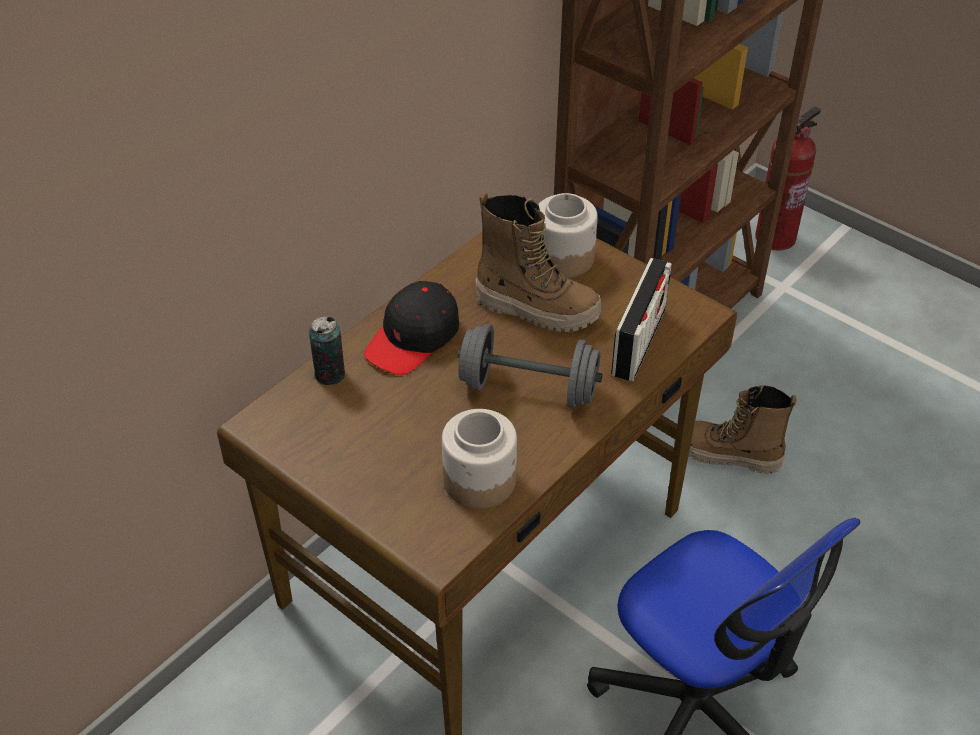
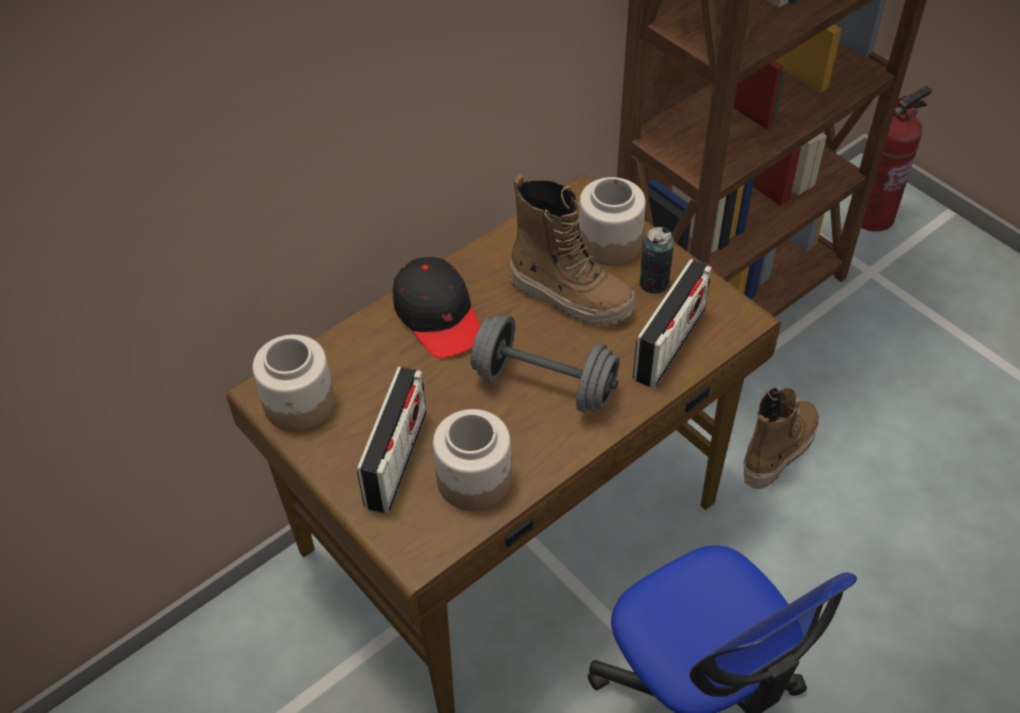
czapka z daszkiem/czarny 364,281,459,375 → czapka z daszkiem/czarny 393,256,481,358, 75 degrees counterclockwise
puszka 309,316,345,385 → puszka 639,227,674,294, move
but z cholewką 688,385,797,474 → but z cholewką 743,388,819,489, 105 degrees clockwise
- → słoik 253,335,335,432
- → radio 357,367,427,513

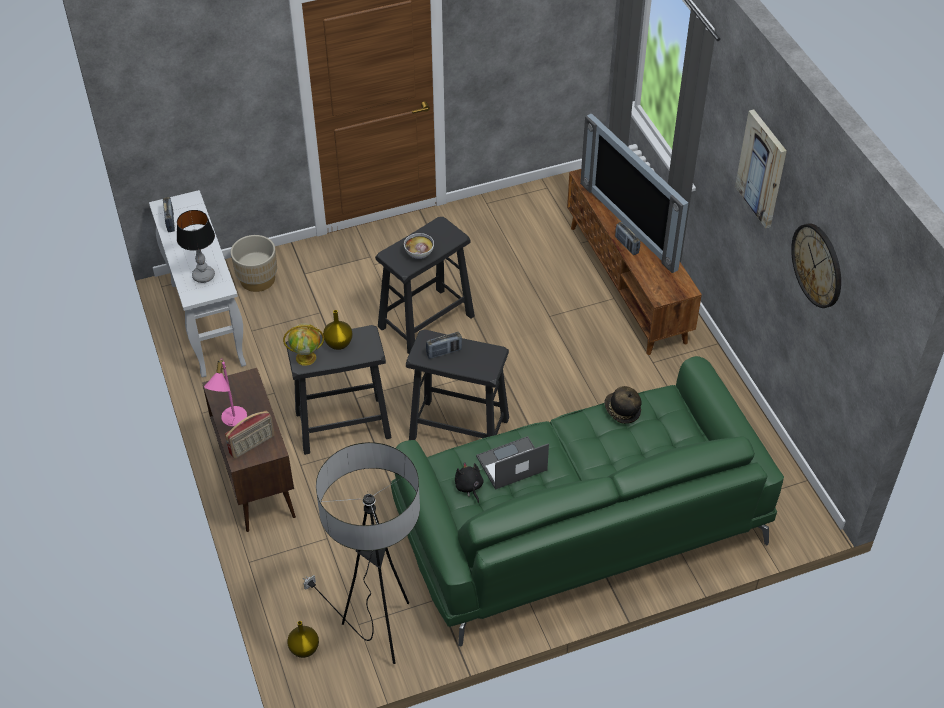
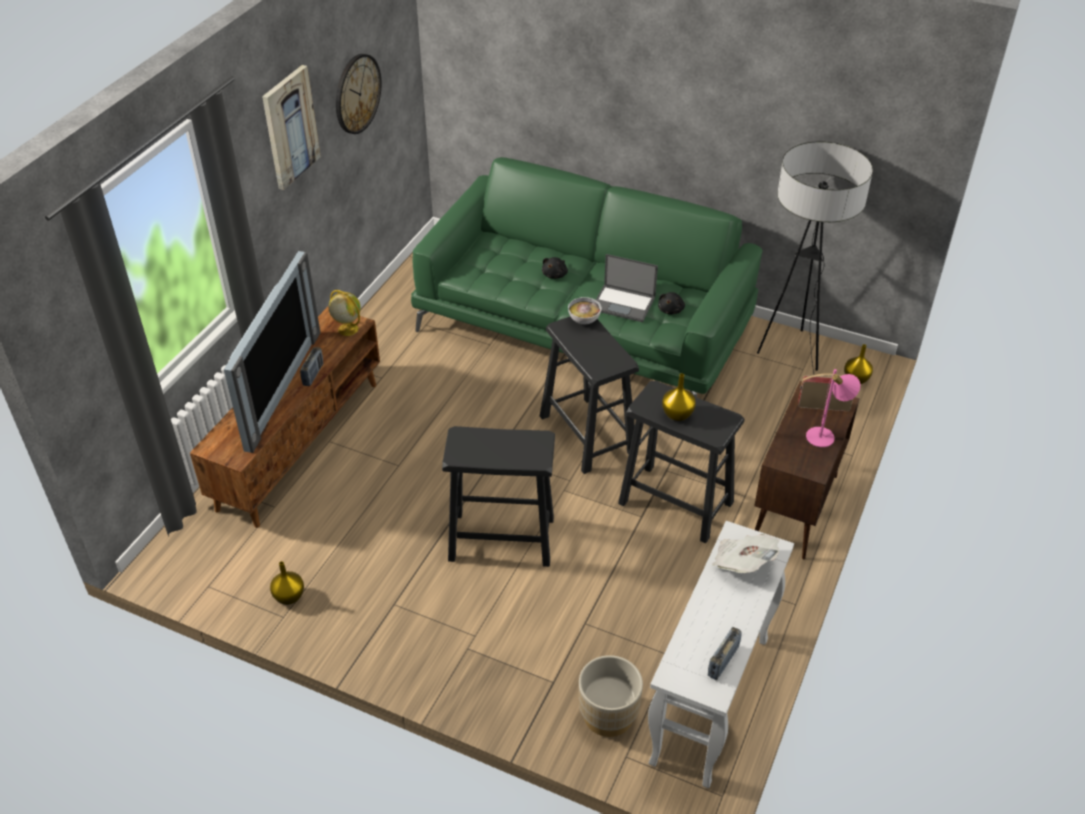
lampa stołowa 177,210,215,283 → gazeta 712,534,779,573
miska 404,233,434,259 → miska 568,297,602,324, move
globus 283,323,324,366 → globus 329,290,361,336, move
radio 426,332,462,359 → -
kapelusz 604,386,642,424 → -
- → pluszak/czarny 542,257,568,279
- → wazon/żółty 270,561,304,605

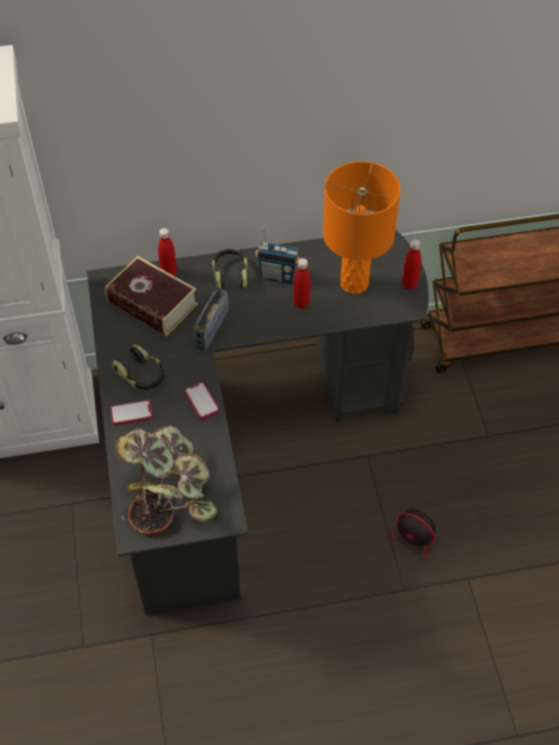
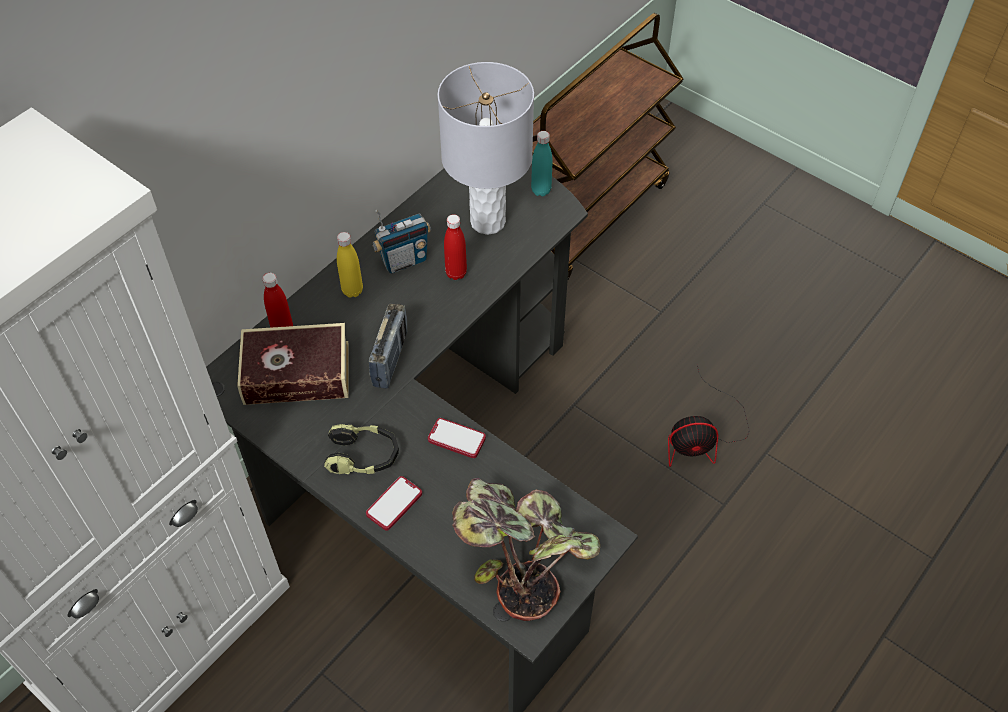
lampa stołowa/pomarańczowy 323,161,401,294 → lampa stołowa/szary 438,62,534,235
butelka/czerwony 402,239,421,290 → butelka/turkusowy 531,131,553,196
słuchawki 212,249,248,289 → butelka/żółty 337,232,363,298
radio 193,288,229,351 → radio 369,304,407,389, 150 degrees counterclockwise

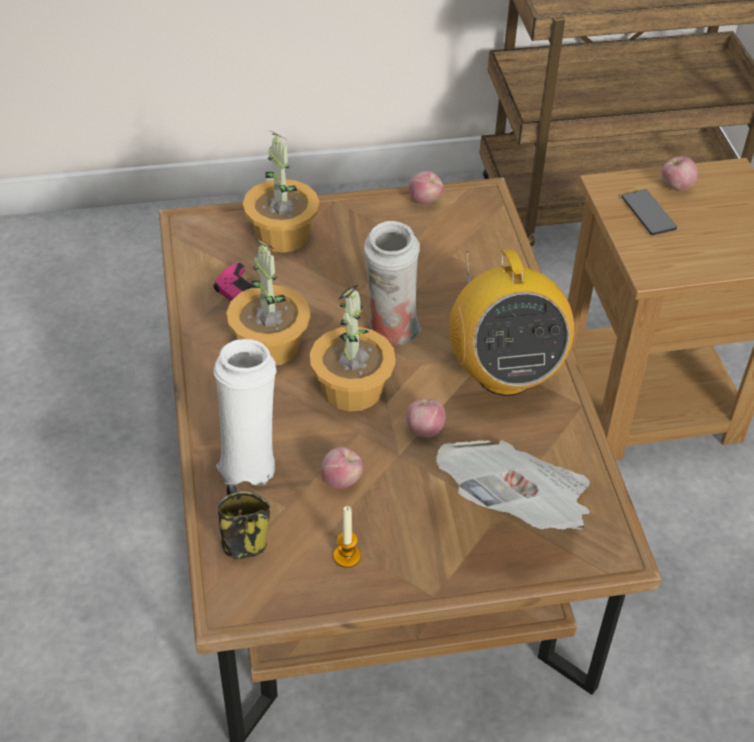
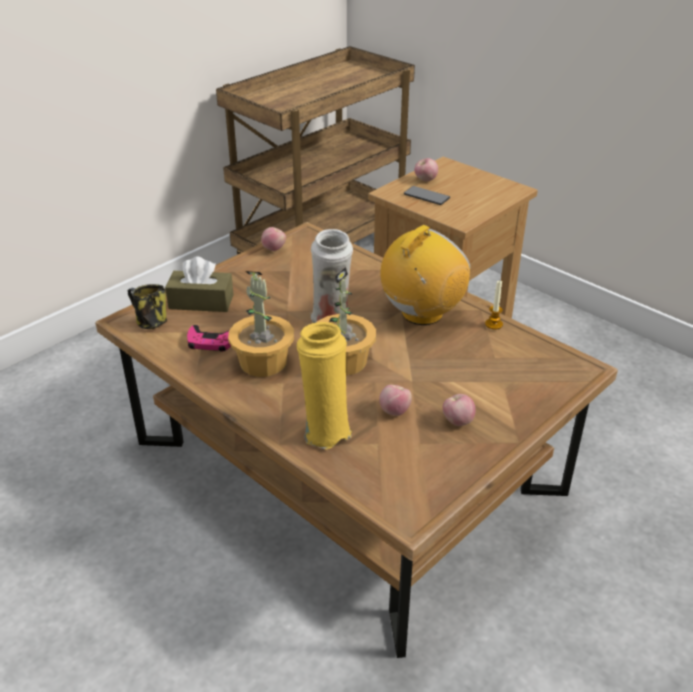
roślina doniczkowa 243,129,319,253 → pudełko chusteczek/brązowy 165,257,234,312
radio 449,249,574,396 → radio 381,225,470,325, 90 degrees counterclockwise
wazon/biały 214,339,277,486 → wazon/żółty 297,322,352,449
jabłko 406,399,446,437 → jabłko 443,394,475,426, move
gazeta 436,440,590,530 → -
kubek 218,484,270,560 → kubek 128,284,167,329, move
świeca 333,506,361,568 → świeca 485,280,503,330, move

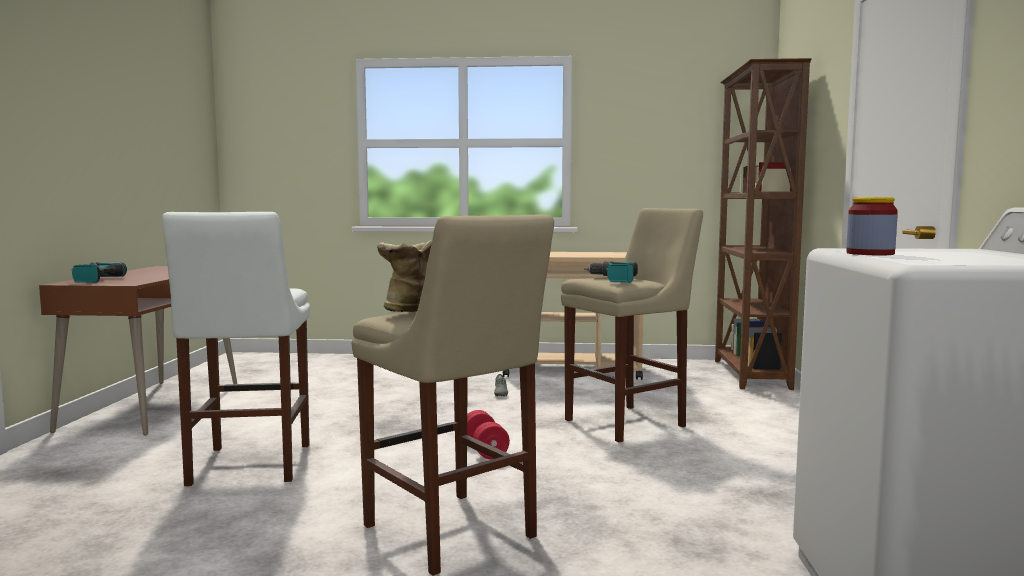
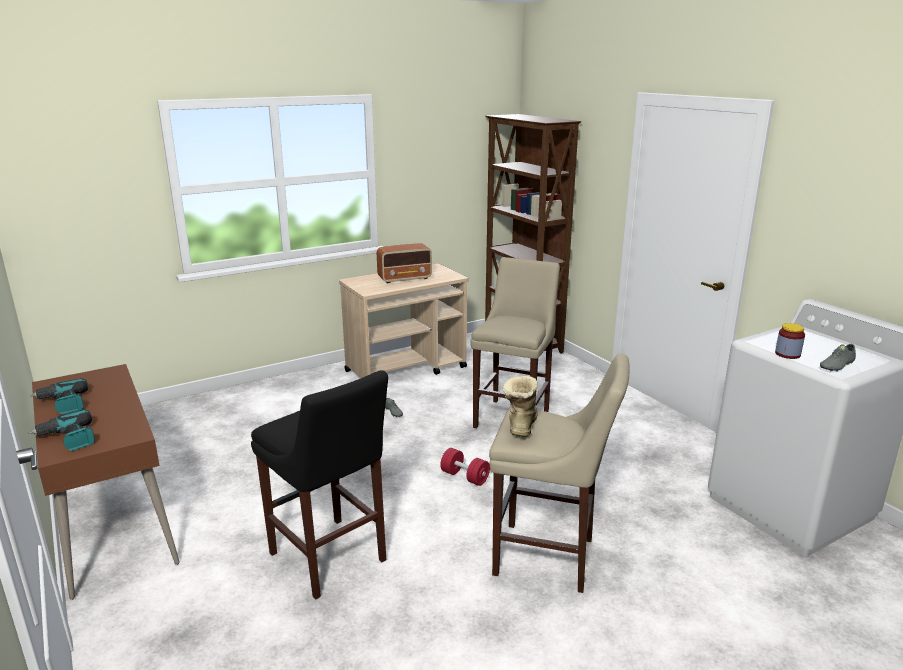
stołek/biały 162,212,310,486 → stołek/czarny 251,370,388,600
wiertarka 584,261,638,283 → wiertarka 30,378,88,415, move
- → radio 377,243,432,283
- → but/szary 820,344,856,372

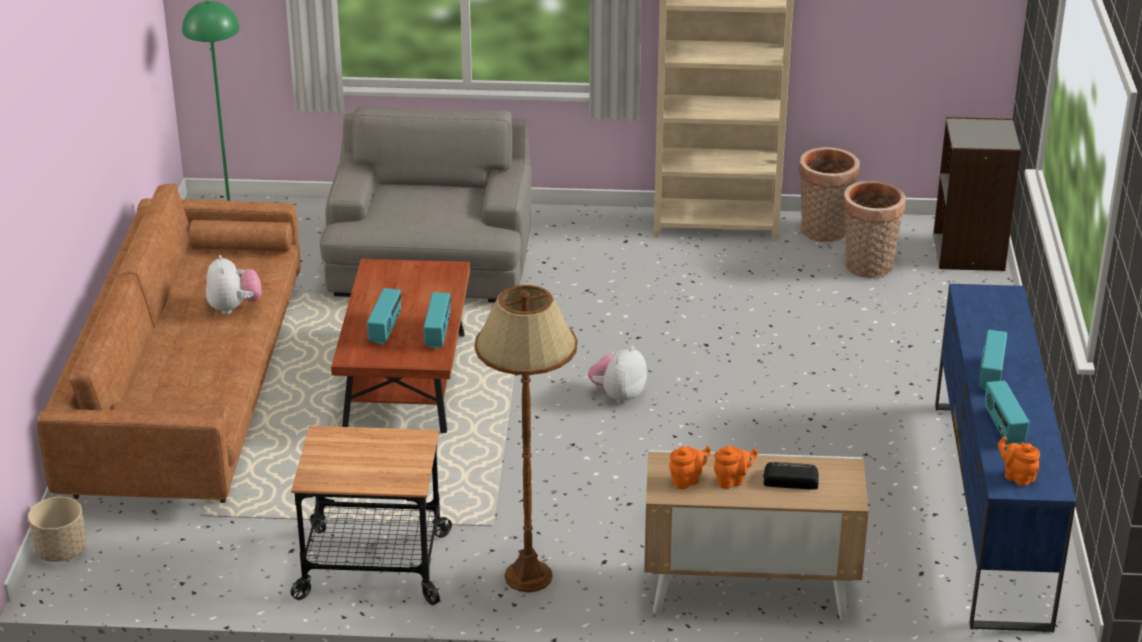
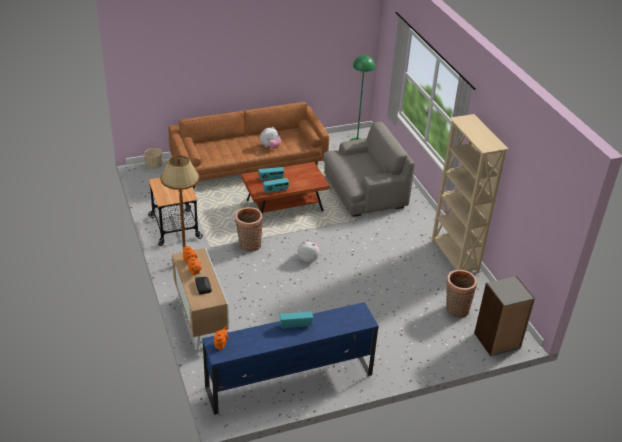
koszyk 799,147,860,242 → koszyk 235,207,263,252, move
radio 984,381,1029,445 → -

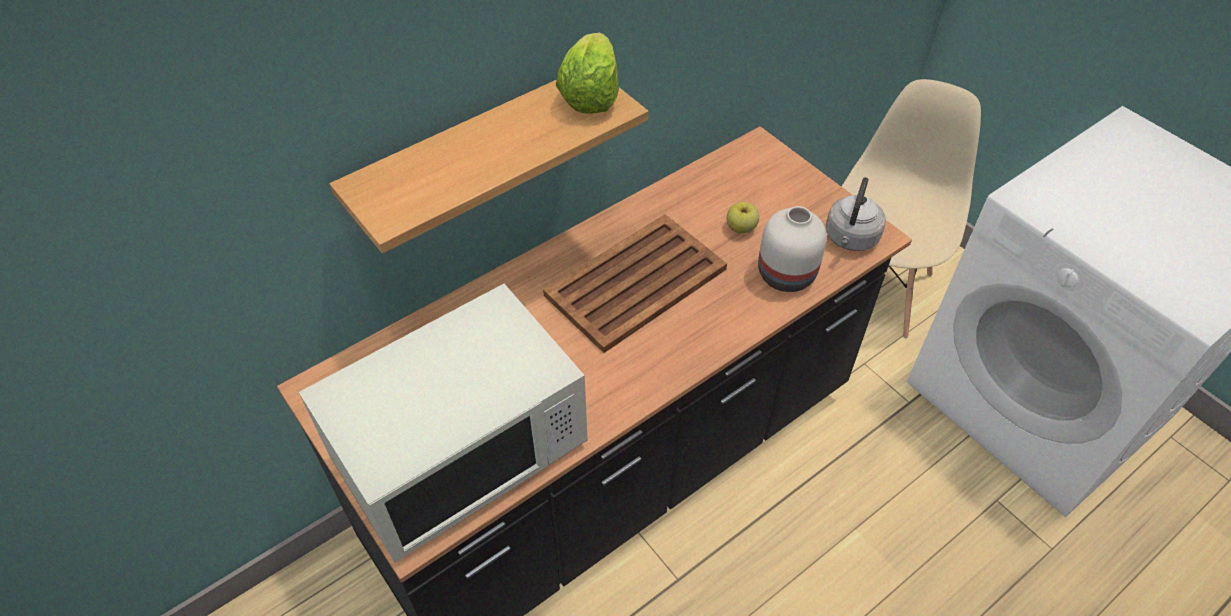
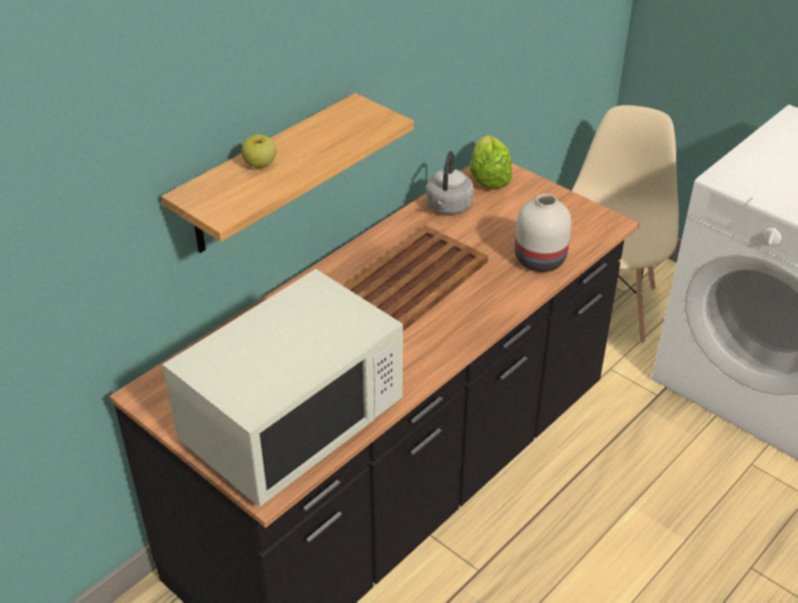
sałata 556,33,619,113 → sałata 470,135,512,189, move
czajnik/szary 826,177,885,251 → czajnik/szary 426,151,474,214, move
jabłko 727,202,759,233 → jabłko 242,134,276,168, move

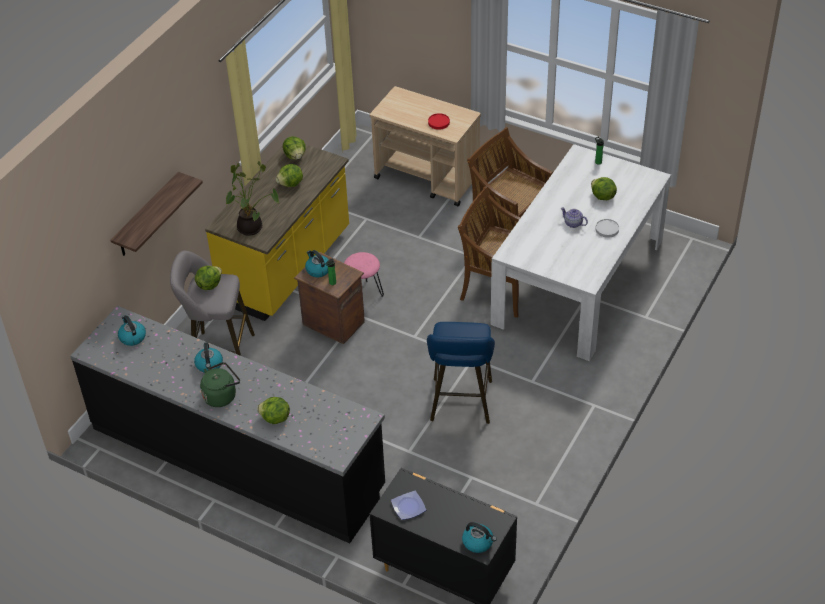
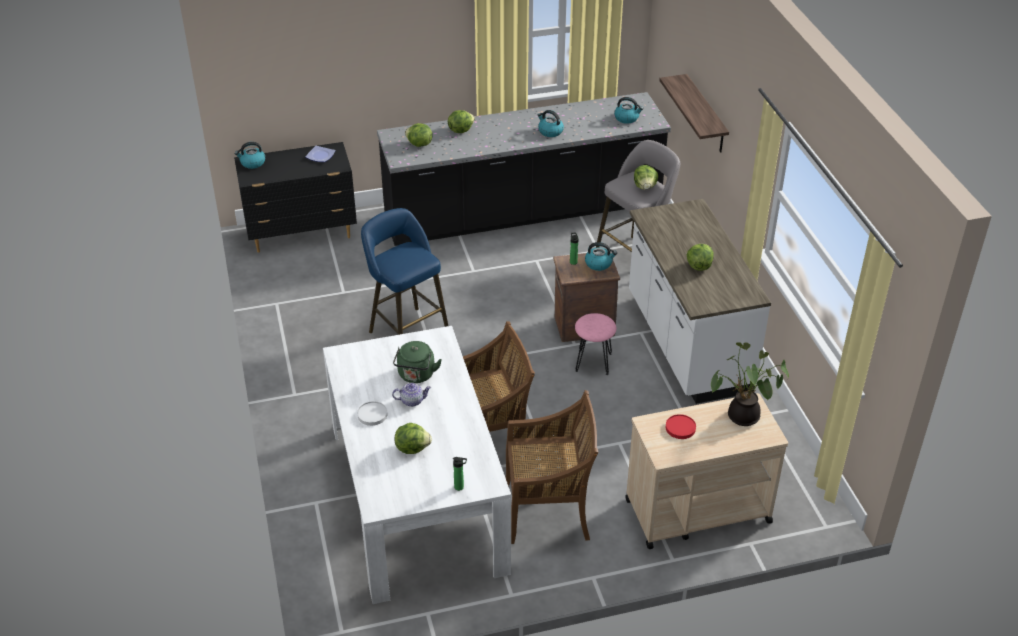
sałata 283,136,306,160 → sałata 405,123,433,147, move
zabudowa kuchenna/żółty 205,144,349,321 → zabudowa kuchenna/biały 629,199,771,404
roślina doniczkowa 226,161,279,236 → roślina doniczkowa 711,342,789,426, move
czajnik/zielony 200,362,240,407 → czajnik/zielony 393,341,442,383, move

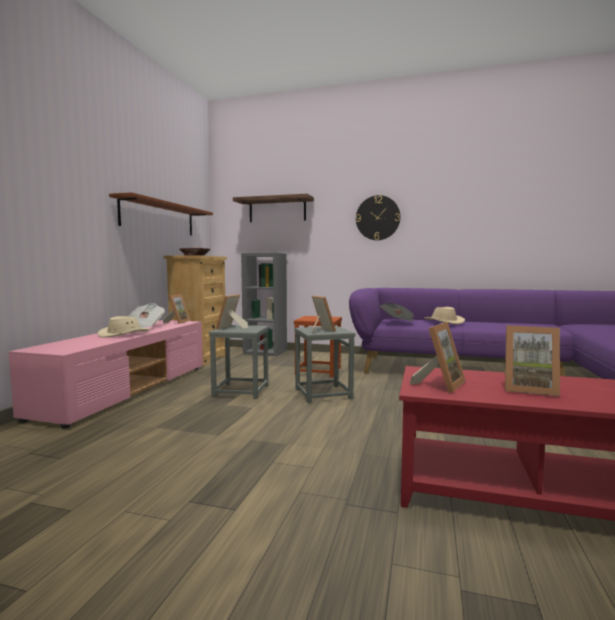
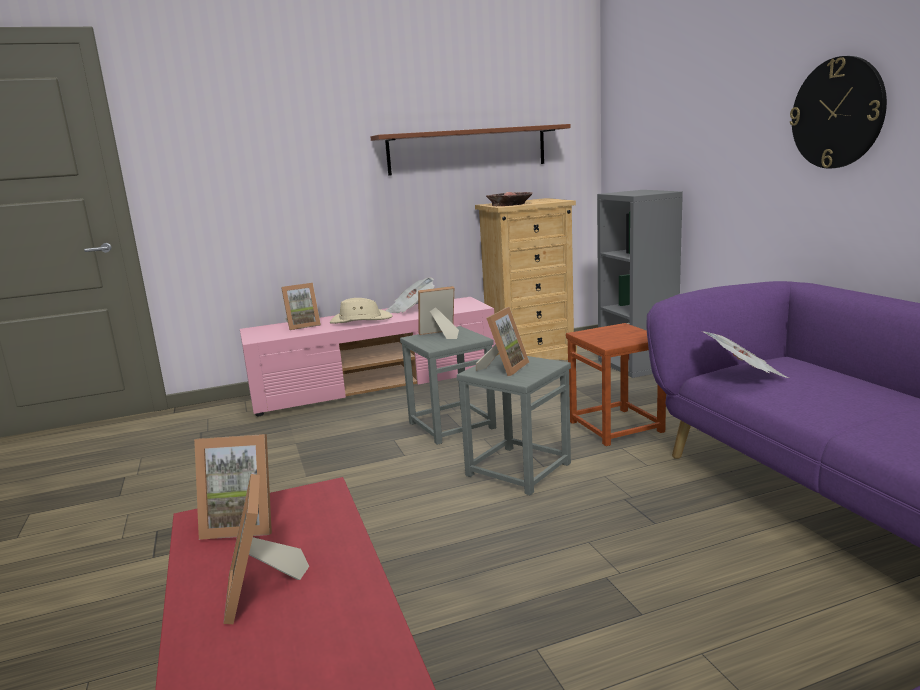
półka 233,194,314,222 → -
ramka na zdjęcie 163,294,191,324 → ramka na zdjęcie 281,283,321,330, move
kapelusz/beżowy 424,307,465,324 → -

